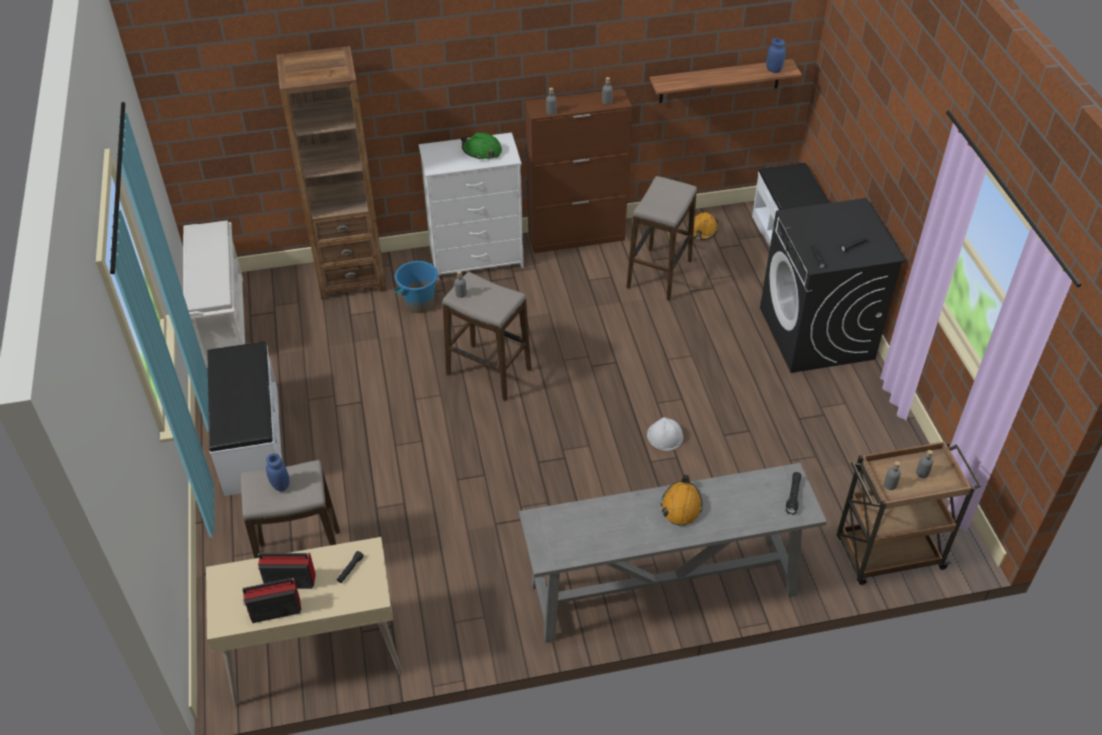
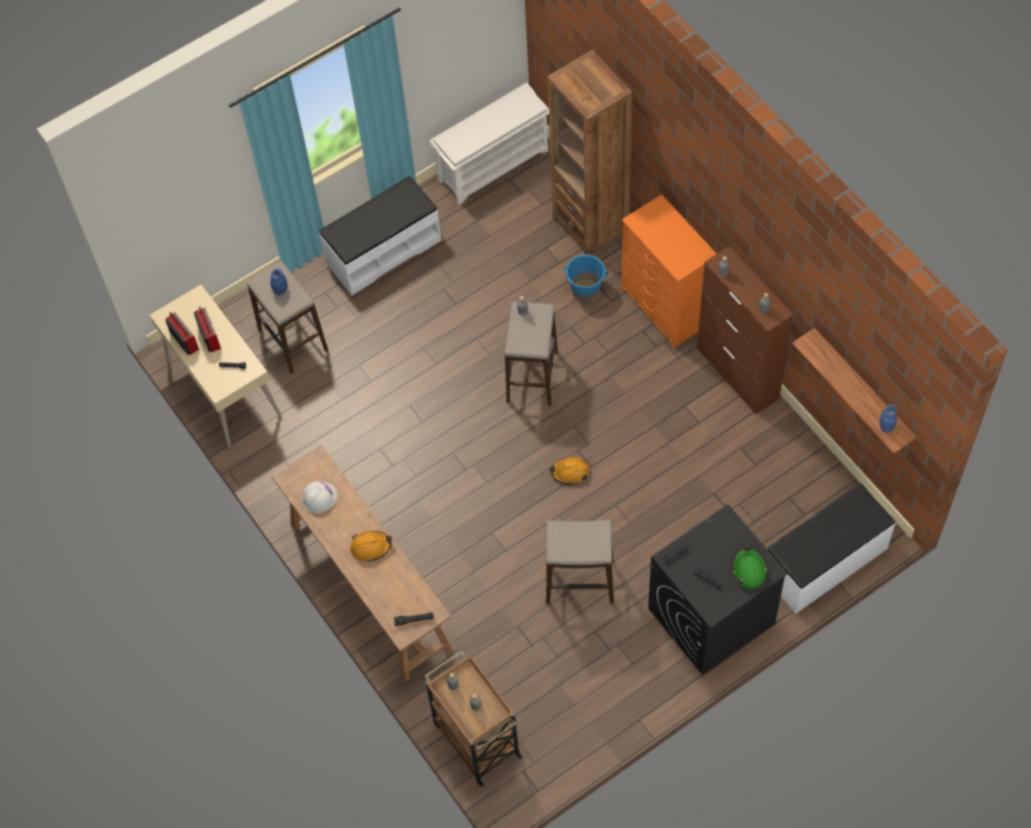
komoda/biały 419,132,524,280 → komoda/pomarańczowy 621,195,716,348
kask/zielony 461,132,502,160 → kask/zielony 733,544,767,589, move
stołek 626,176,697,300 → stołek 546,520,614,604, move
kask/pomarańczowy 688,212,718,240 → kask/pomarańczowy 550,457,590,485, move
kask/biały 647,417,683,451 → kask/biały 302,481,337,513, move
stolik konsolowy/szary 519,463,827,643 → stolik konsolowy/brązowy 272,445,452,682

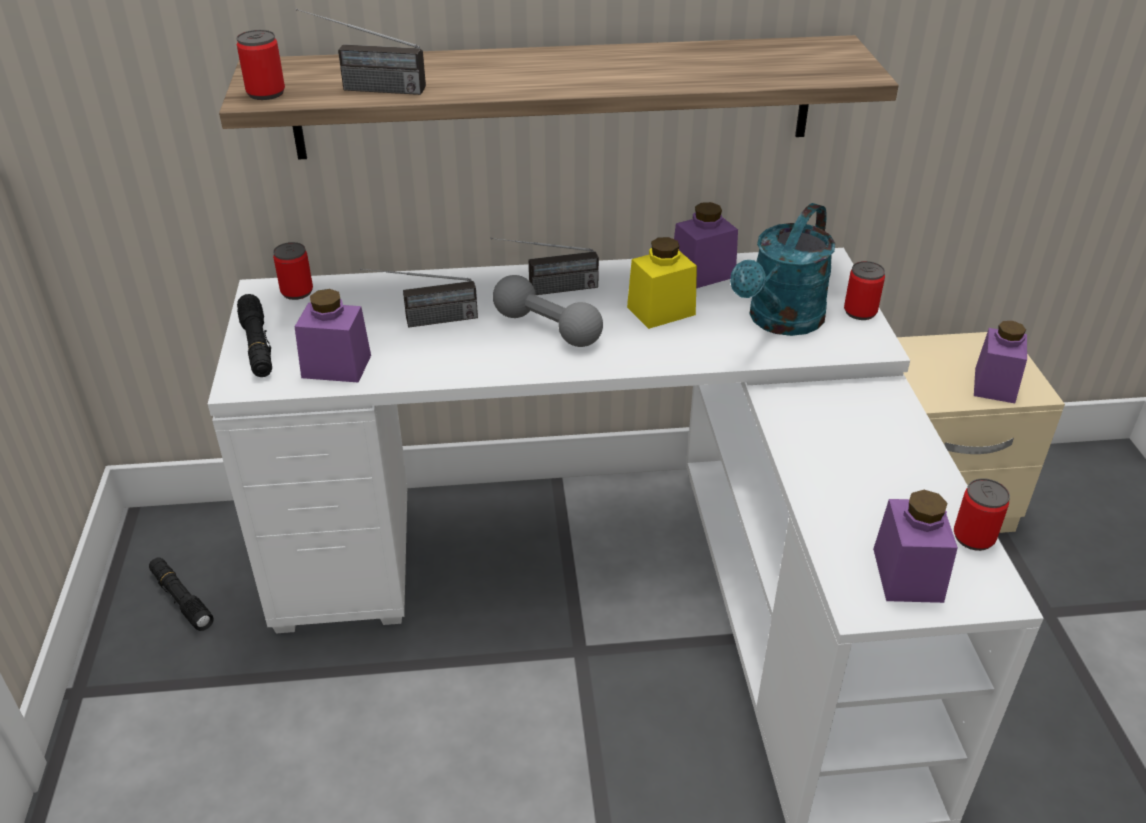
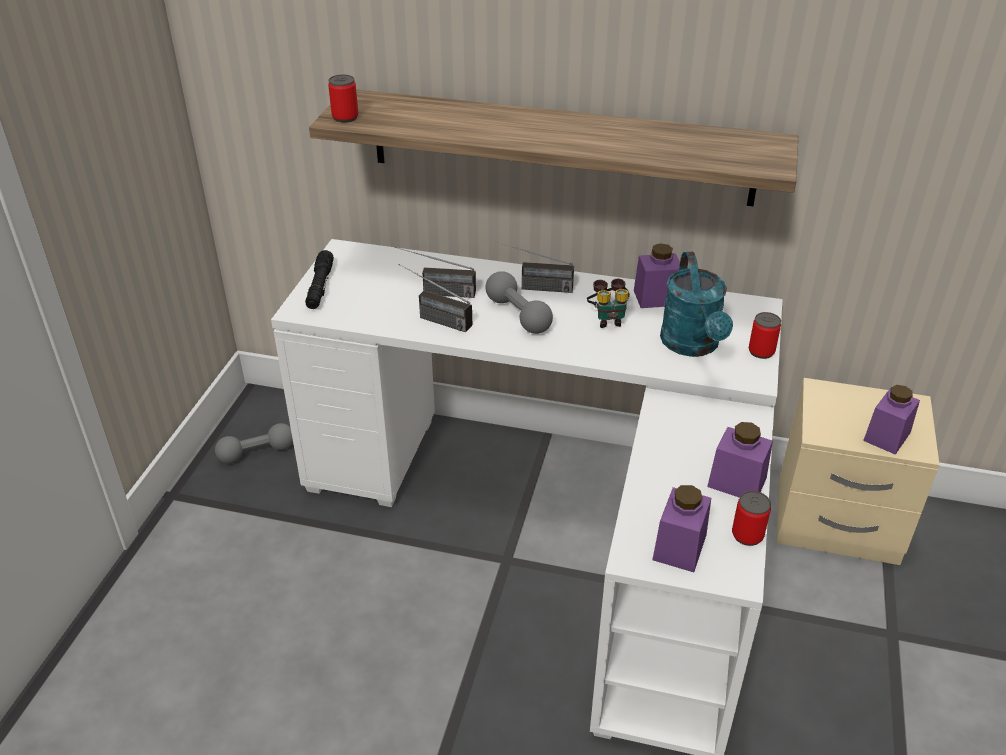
radio 296,8,426,95 → radio 399,264,472,332, move
konewka/turkusowy 730,203,835,336 → konewka/turkusowy 660,252,733,357, 60 degrees counterclockwise
słoik/żółty 627,237,697,329 → lornetka 587,279,630,328
puszka 273,242,313,300 → -
słoik/fioletowy 294,289,371,383 → słoik/fioletowy 707,422,773,498, move
latarka/czarny 149,557,214,631 → hantel/szary 215,423,293,463

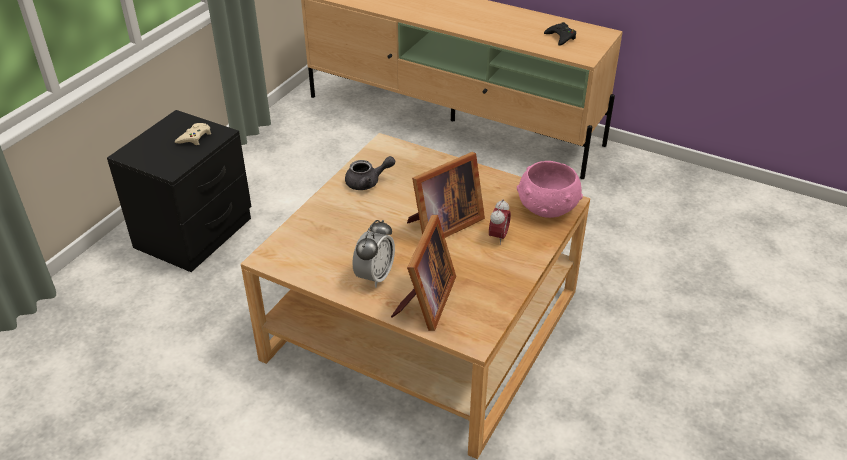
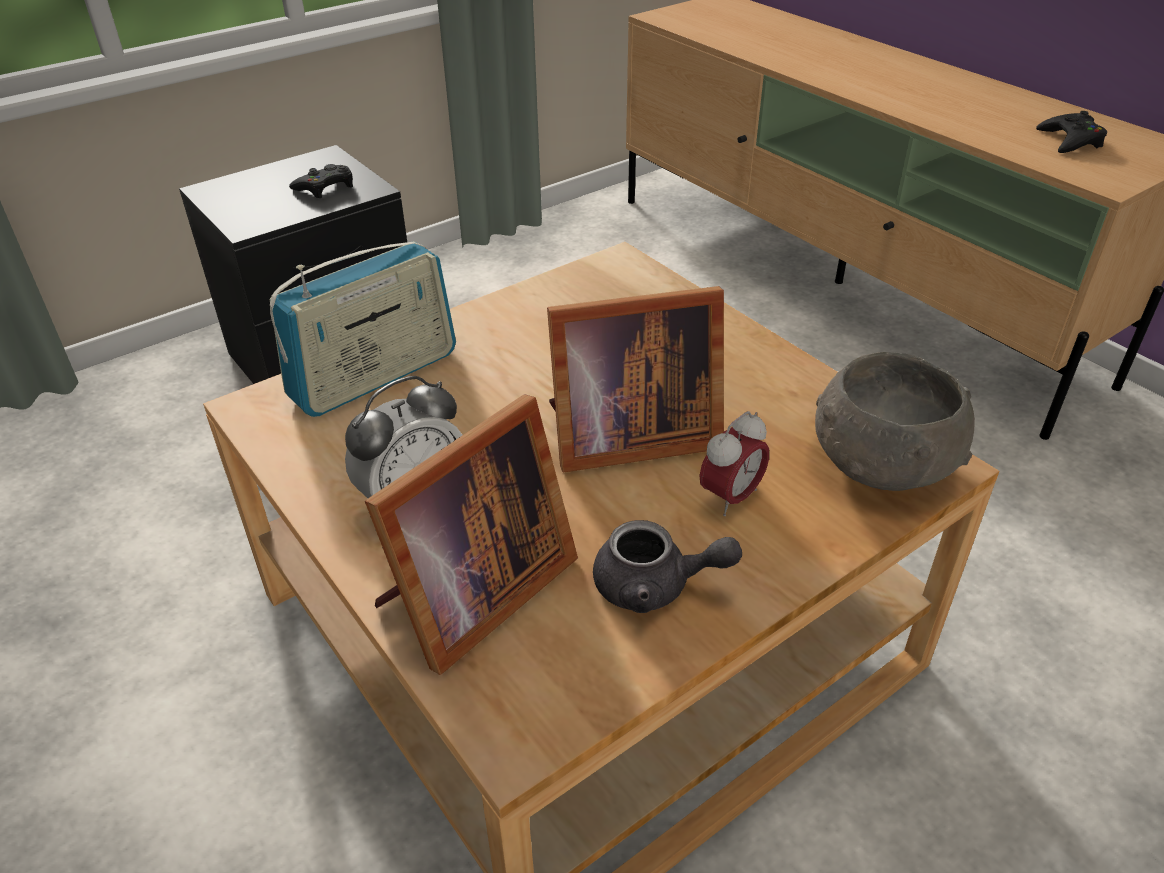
pad do gier/beżowy 175,123,211,145 → pad do gier/czarny 289,164,353,198
imbryk/szary 345,156,395,190 → imbryk/szary 593,520,742,613, move
miska/różowy 517,161,583,218 → miska/szary 815,352,975,491
- → radio 270,241,456,417

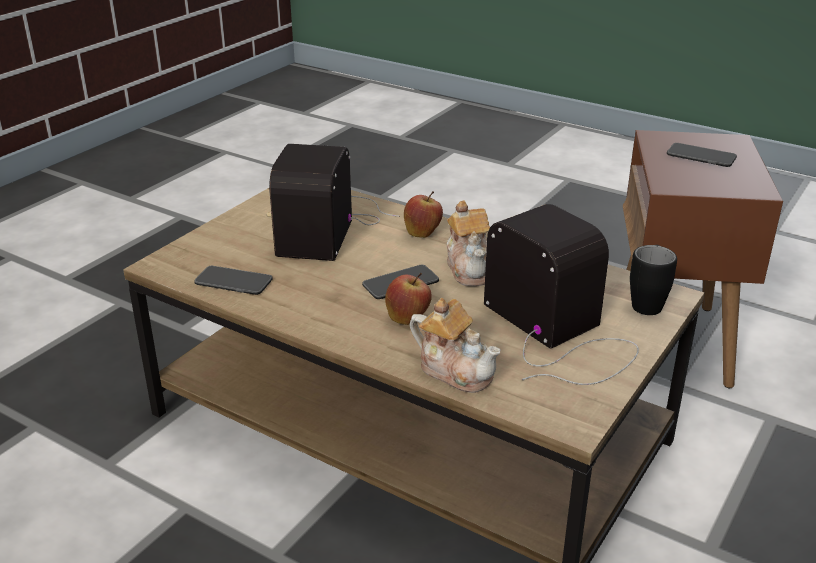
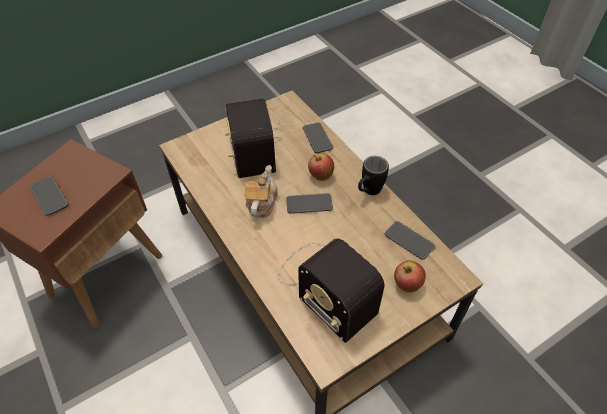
radio 267,144,399,261 → radio 277,238,384,343, 105 degrees clockwise
jabłko 404,191,443,238 → jabłko 394,261,426,292, move
kubek/czarny 630,245,677,315 → kubek/czarny 358,156,389,195, move
imbryk 410,298,501,393 → telefon 303,122,333,153

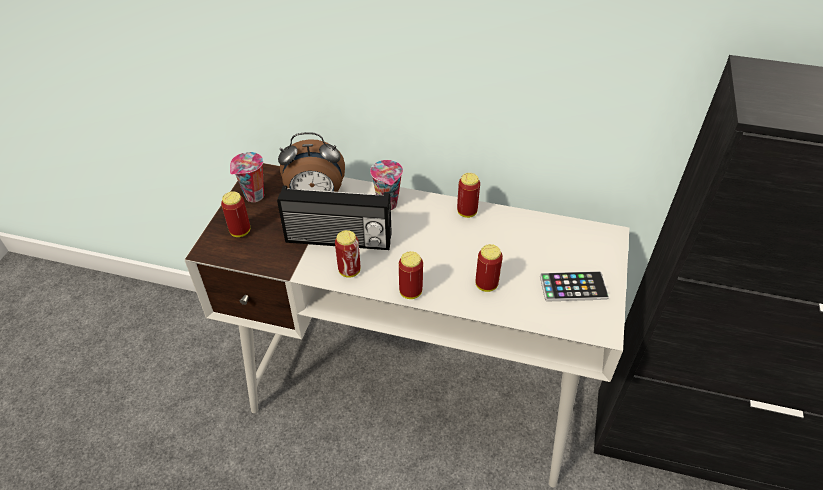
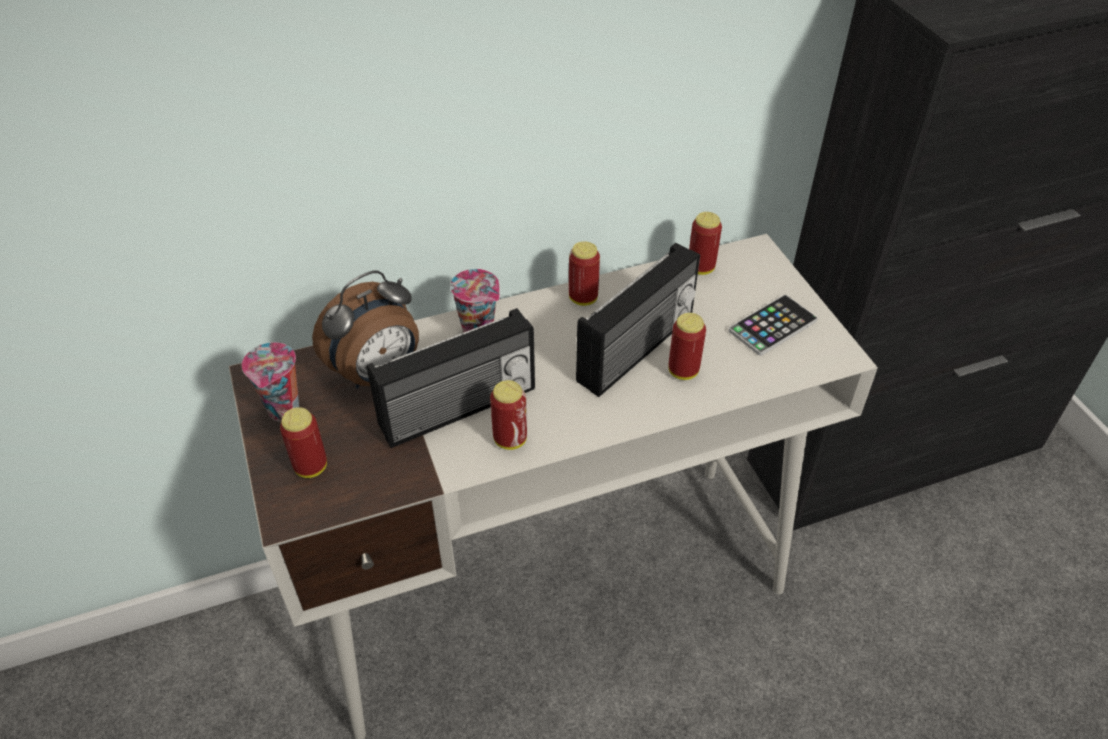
puszka 399,251,423,299 → puszka 689,212,722,275, move
- → radio 576,243,700,397

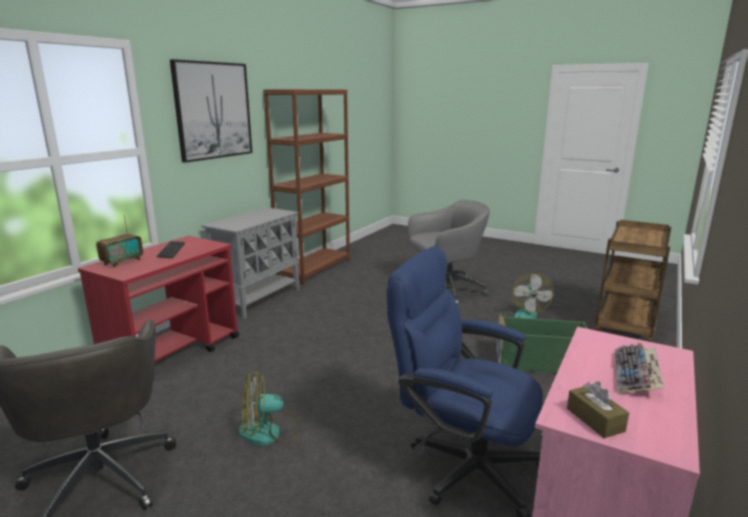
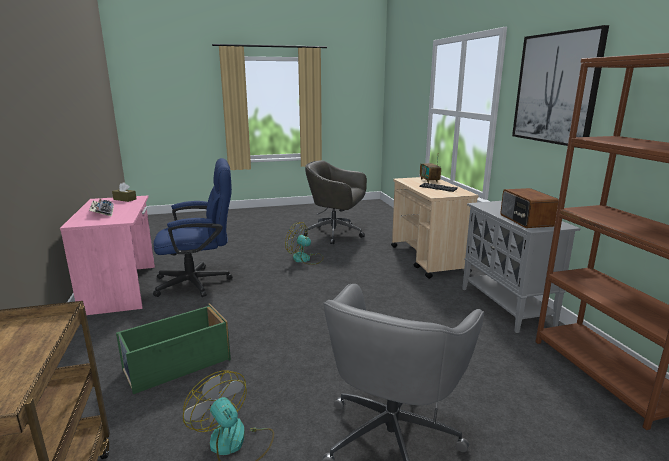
wózek/czerwony 78,236,239,362 → wózek/beżowy 391,177,479,279
wentylator 239,371,302,446 → wentylator 285,222,324,264, 90 degrees counterclockwise
- → radio 500,188,559,228

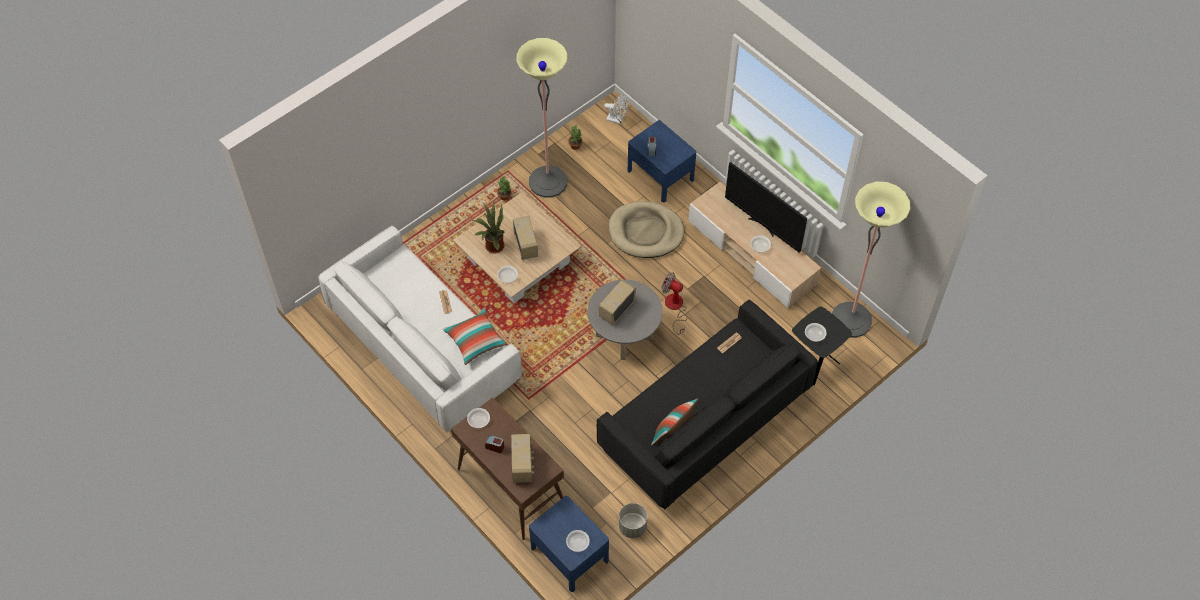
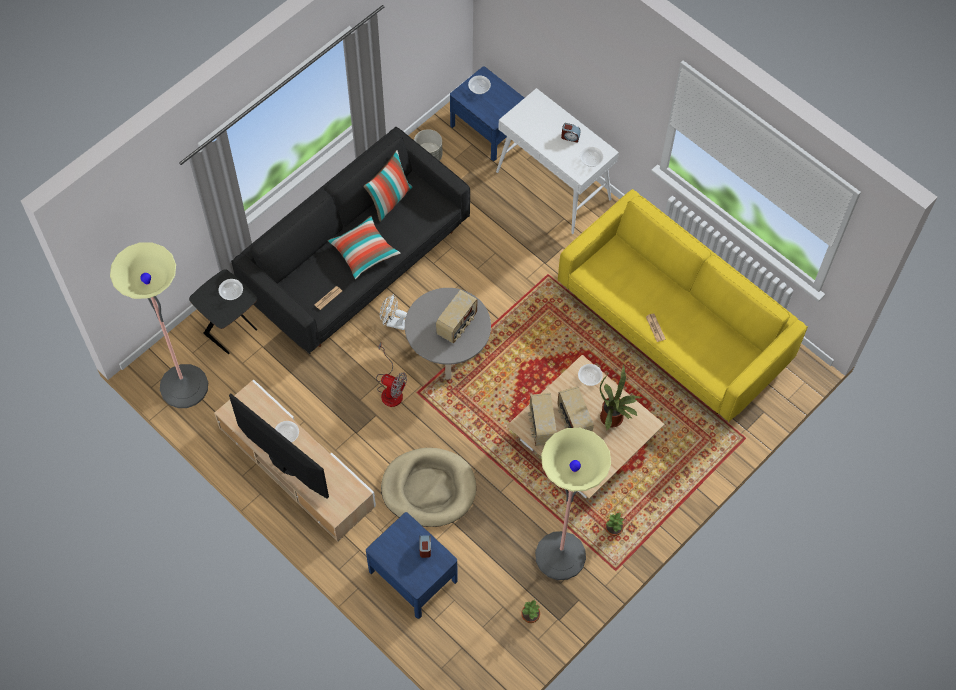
wentylator/biały 604,95,628,124 → wentylator/biały 380,294,407,330, move
kanapa/biały 318,226,522,433 → kanapa/żółty 558,189,808,422
poduszka 442,309,507,365 → poduszka 327,215,401,279, move
stolik konsolowy/brązowy 451,397,564,540 → stolik konsolowy/biały 496,88,619,234
radio 511,434,534,483 → radio 528,393,557,446, move

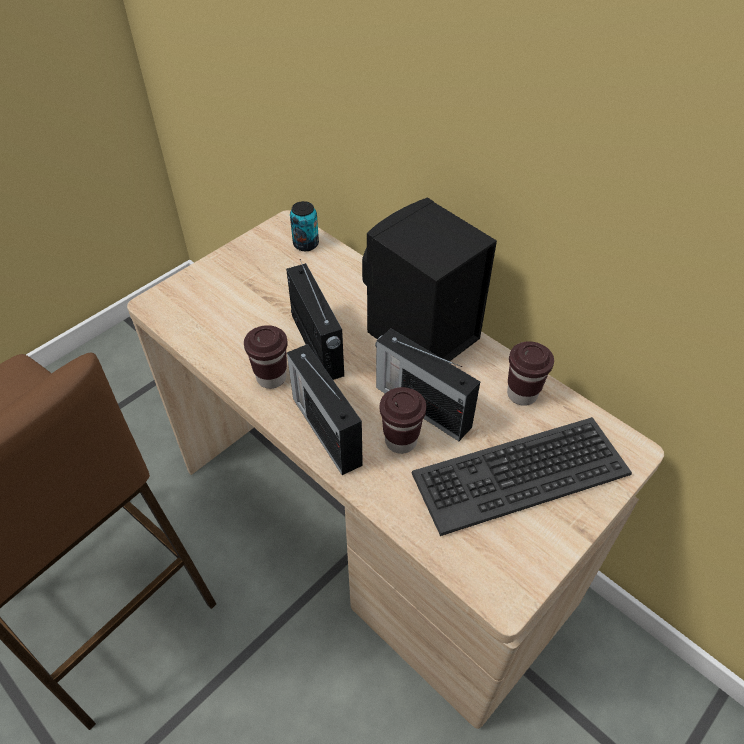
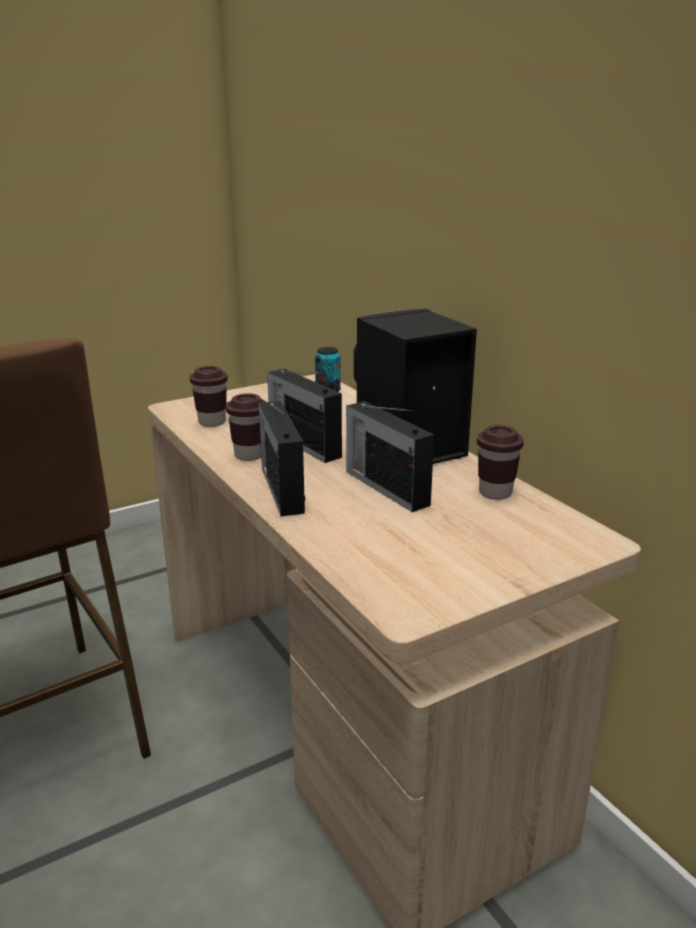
radio 286,259,344,380 → radio 267,369,342,463, 150 degrees clockwise
filiżanka/brązowy 380,387,426,454 → filiżanka/brązowy 190,366,228,427, move
klawiatura 411,417,632,536 → -

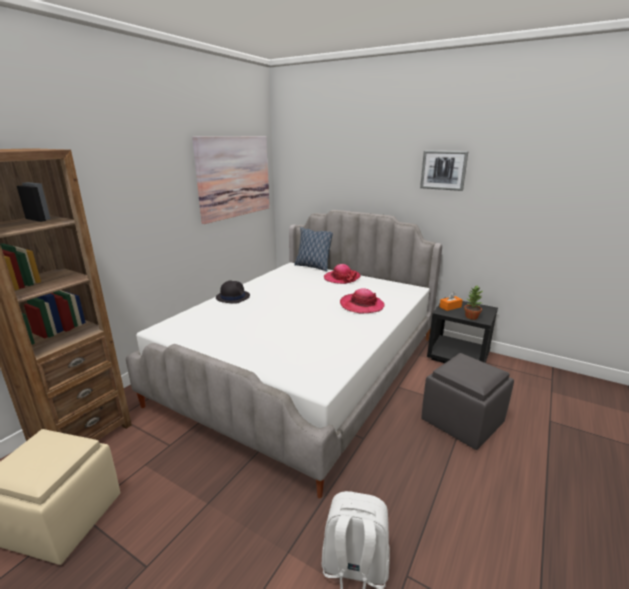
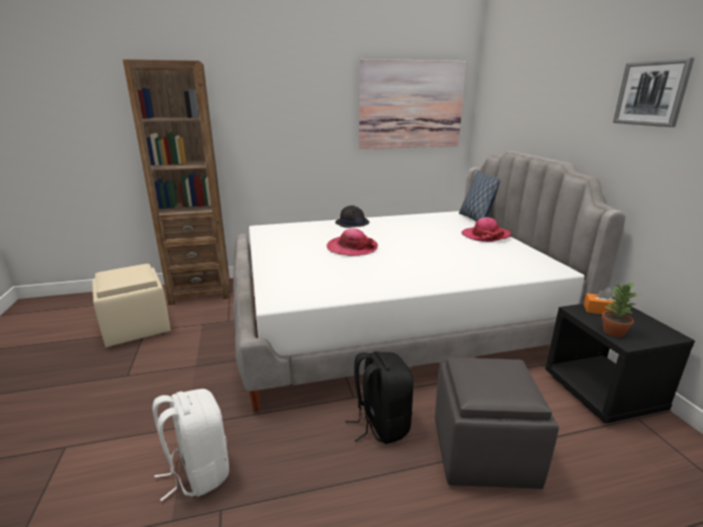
kapelusz 340,288,385,314 → kapelusz 327,228,378,256, move
- → plecak/czarny 345,351,413,444

